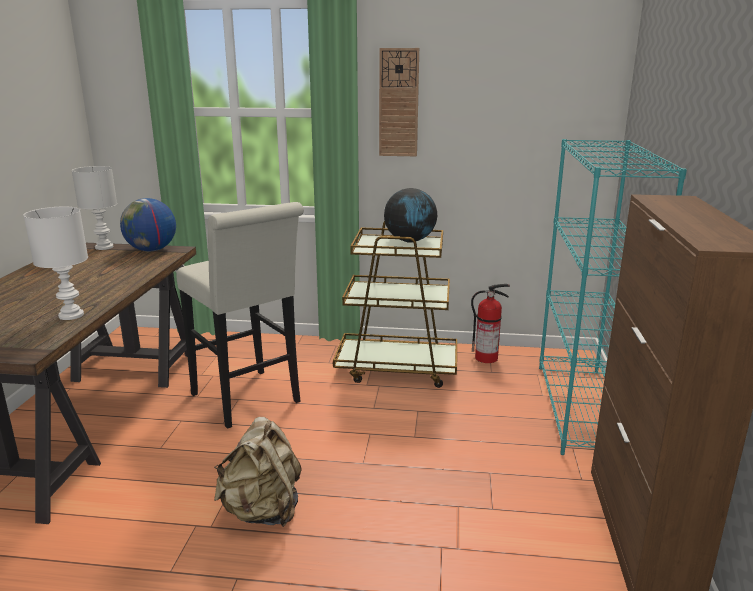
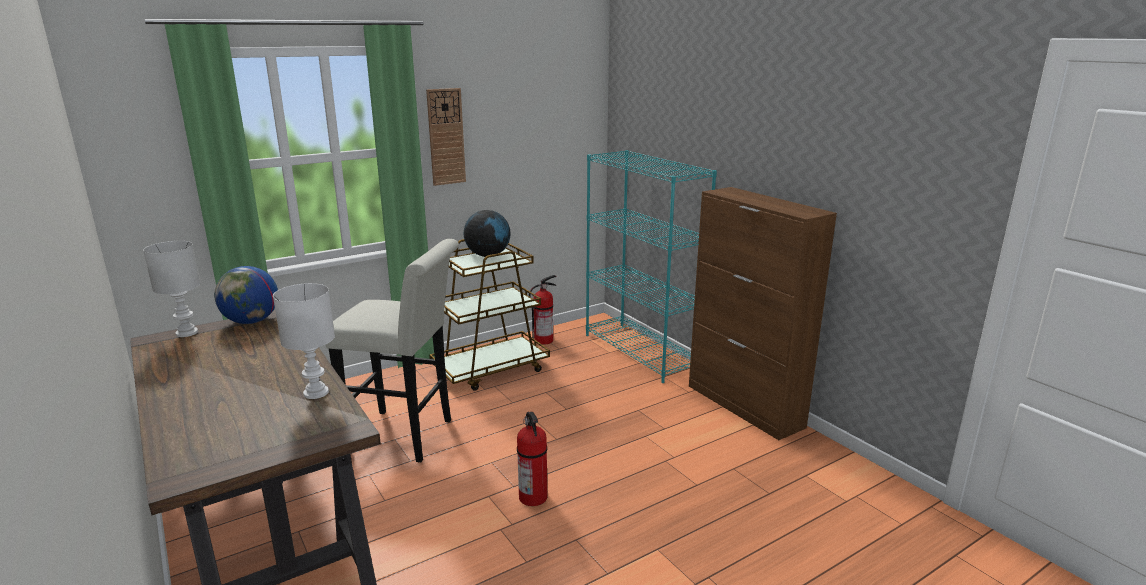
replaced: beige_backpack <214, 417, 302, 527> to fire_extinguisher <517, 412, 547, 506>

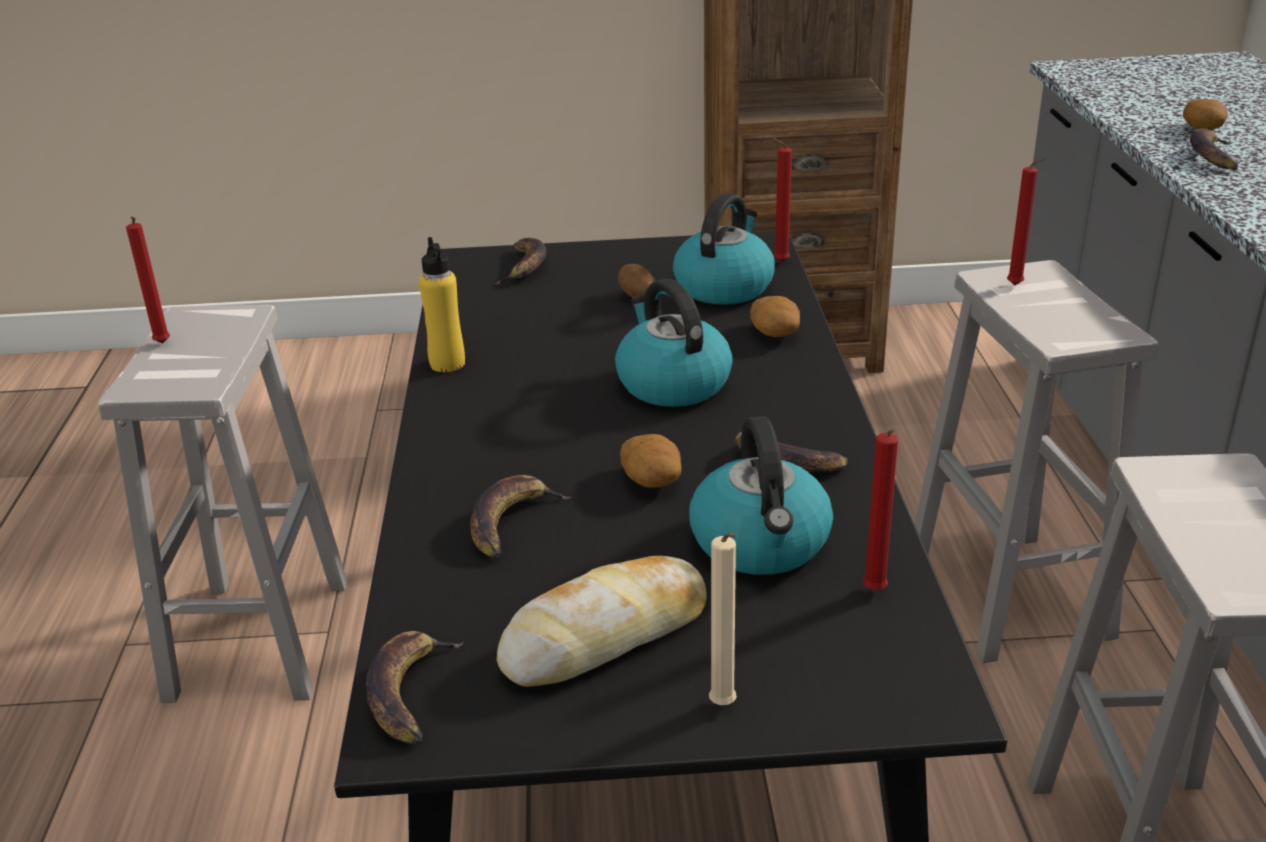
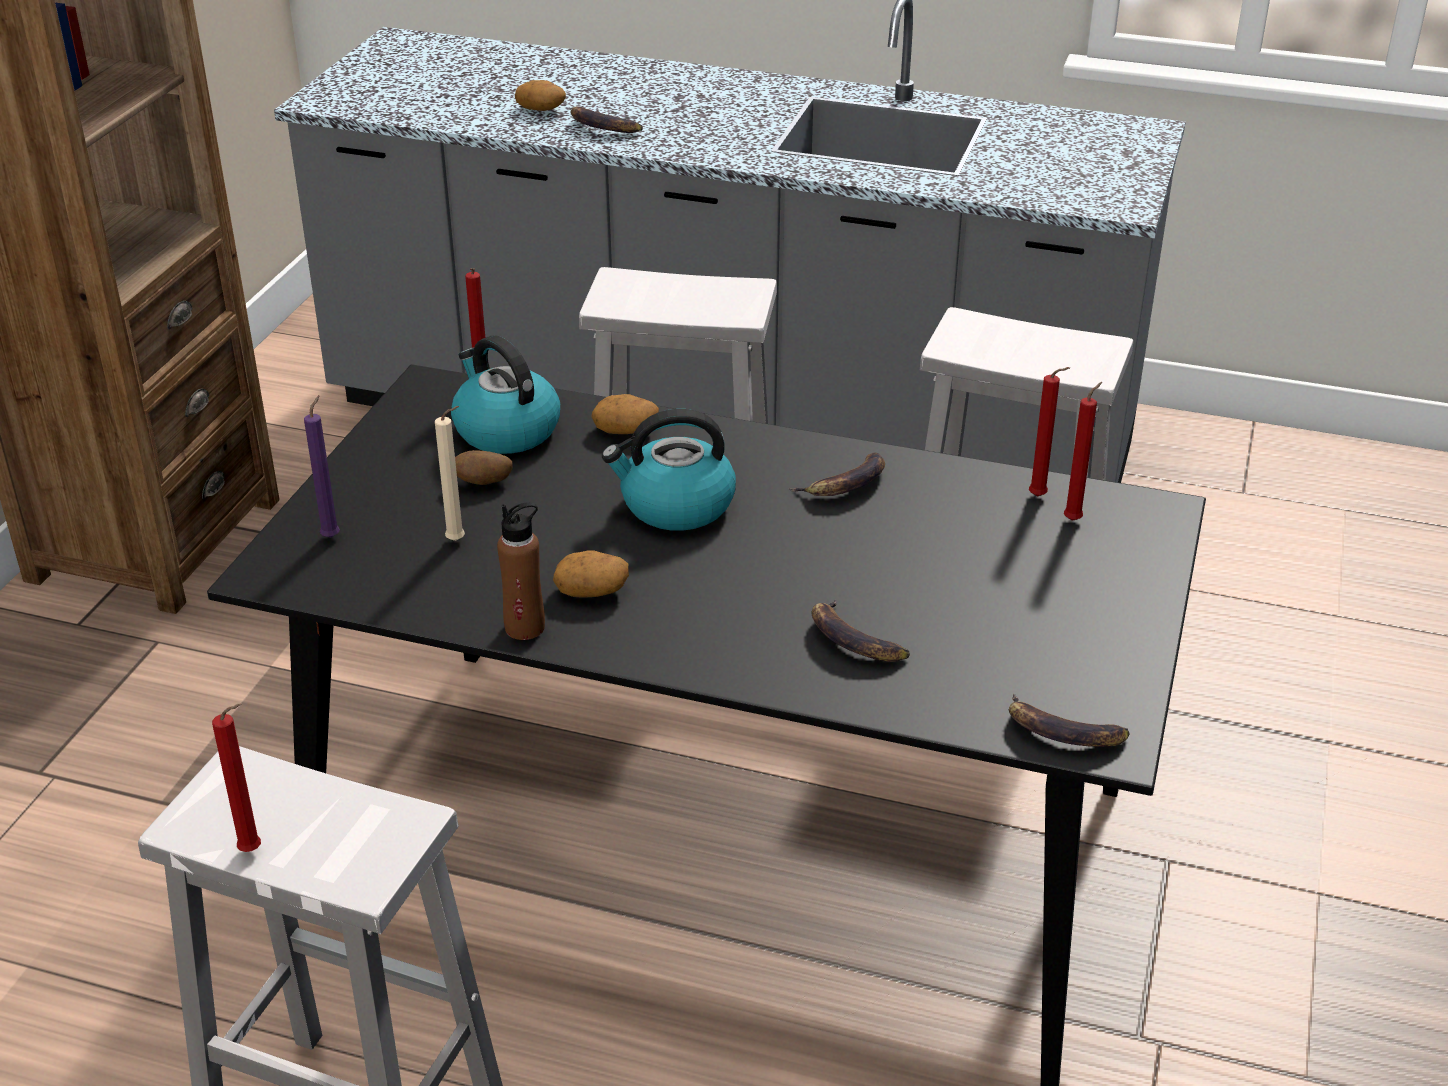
removed: bread <497, 556, 706, 687>; kettle <689, 416, 833, 575>
moved: beige_candle <709, 533, 737, 705> to <435, 406, 465, 541>; potato <620, 434, 682, 488> to <553, 551, 629, 597>; red_candle <1007, 158, 1047, 285> to <1064, 382, 1102, 521>
replaced: banana <493, 238, 547, 285> to purple_candle <304, 395, 340, 538>
recoloured: yellow_bottle <419, 237, 465, 372> to brown_bottle <497, 502, 545, 640>

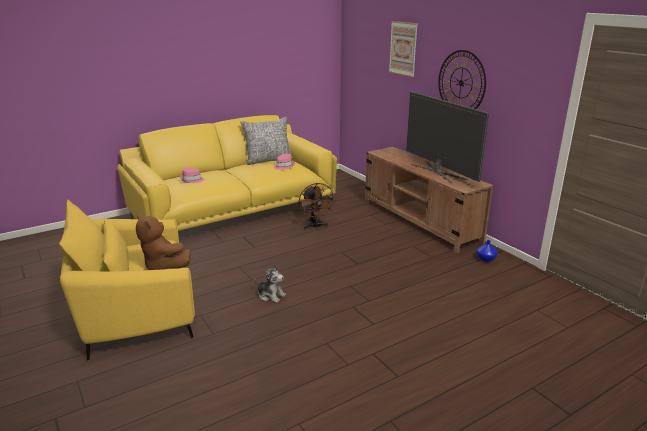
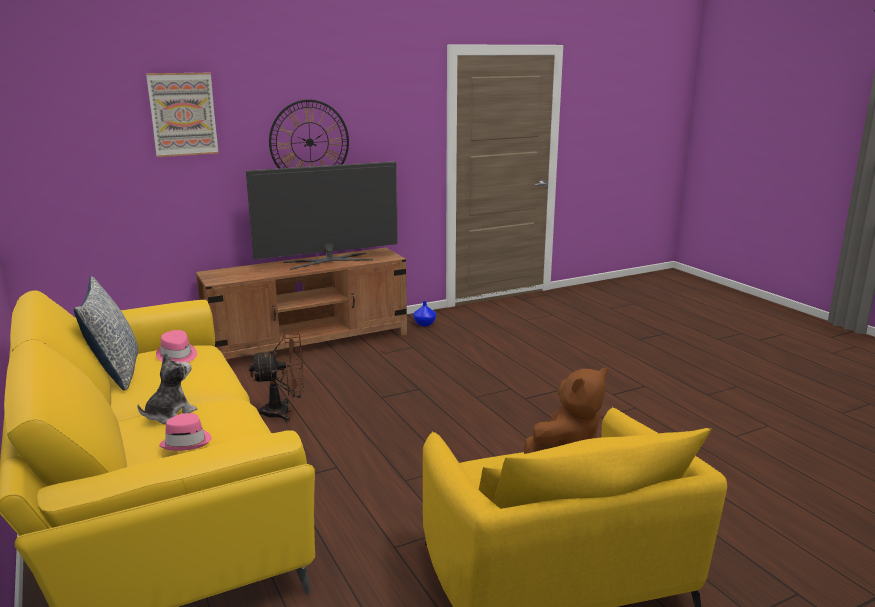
moved: plush_toy <254, 264, 286, 303> to <137, 353, 197, 424>

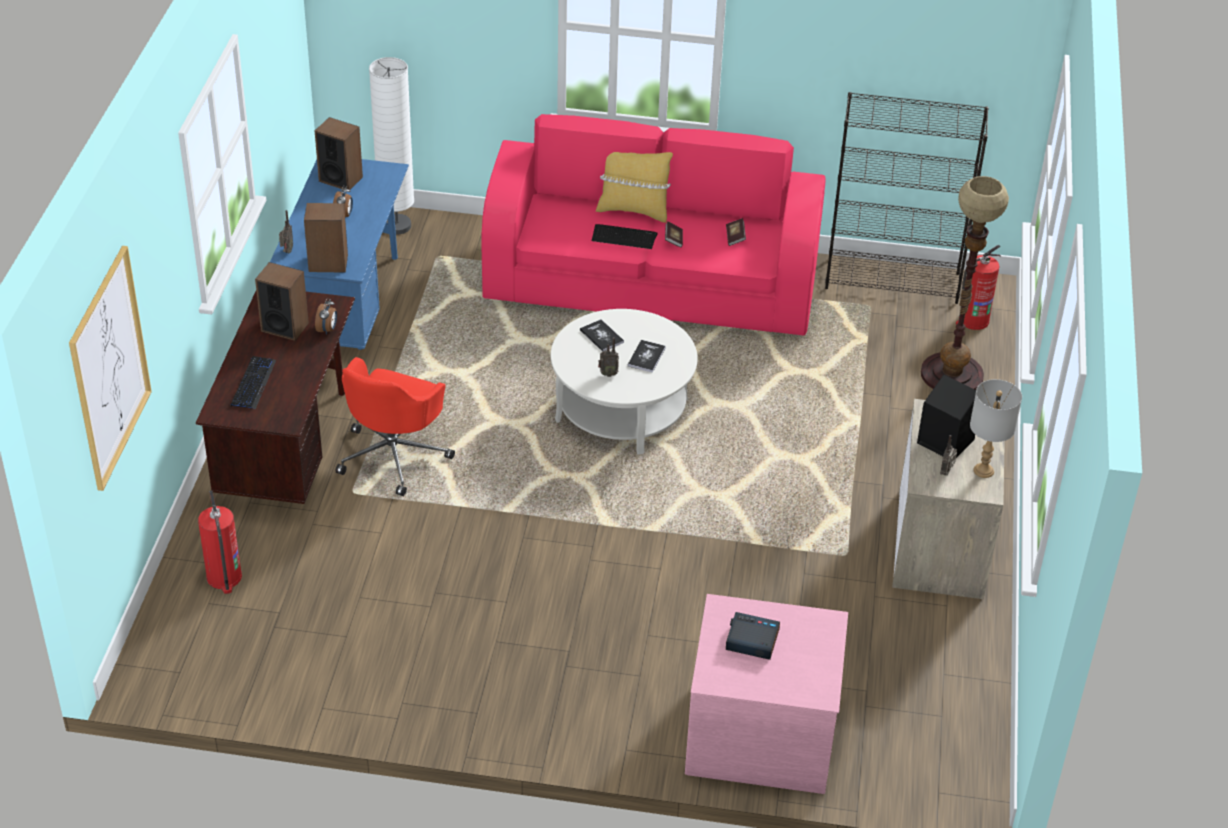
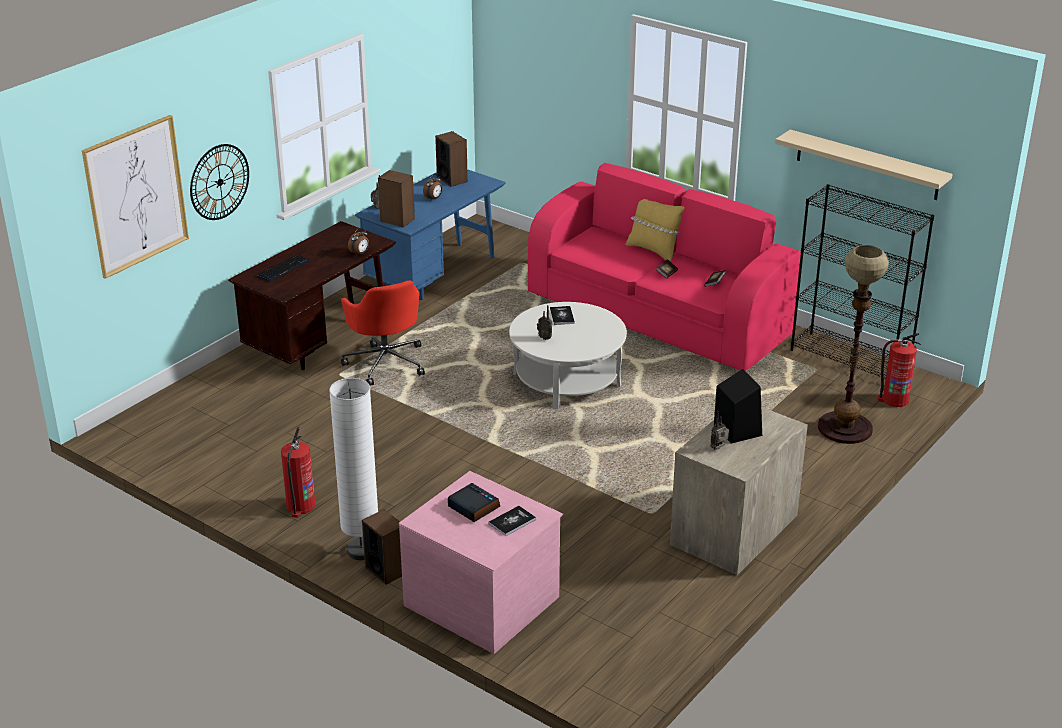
removed: keyboard <592, 224, 658, 249>; grey_table_lamp <970, 379, 1022, 478>
added: wall_clock <190, 144, 249, 220>; beige_shelf <775, 130, 953, 200>
moved: fire_extinguisher <198, 491, 242, 594> to <281, 427, 316, 518>; white_floor_lamp <369, 57, 414, 235> to <329, 378, 378, 560>; speaker <255, 262, 309, 341> to <362, 509, 402, 585>; book <628, 340, 666, 373> to <488, 506, 536, 536>
turned: red_office_chair <335, 357, 455, 496> = <341, 280, 425, 385> 75 degrees counterclockwise

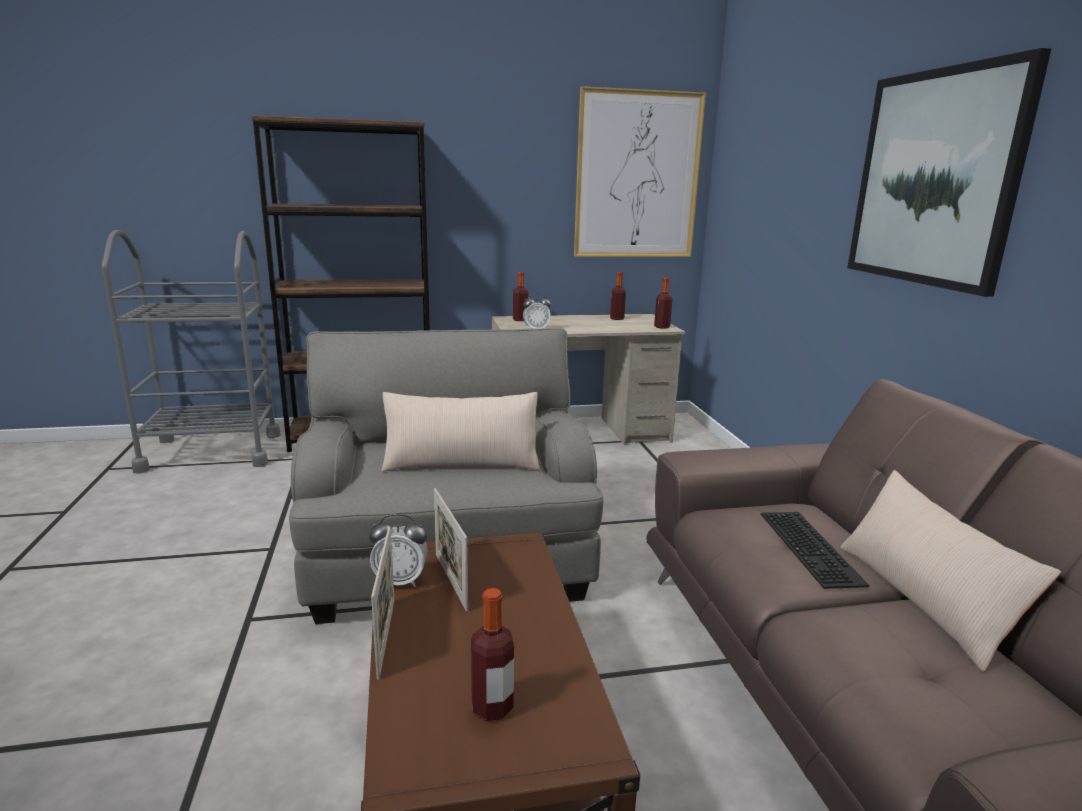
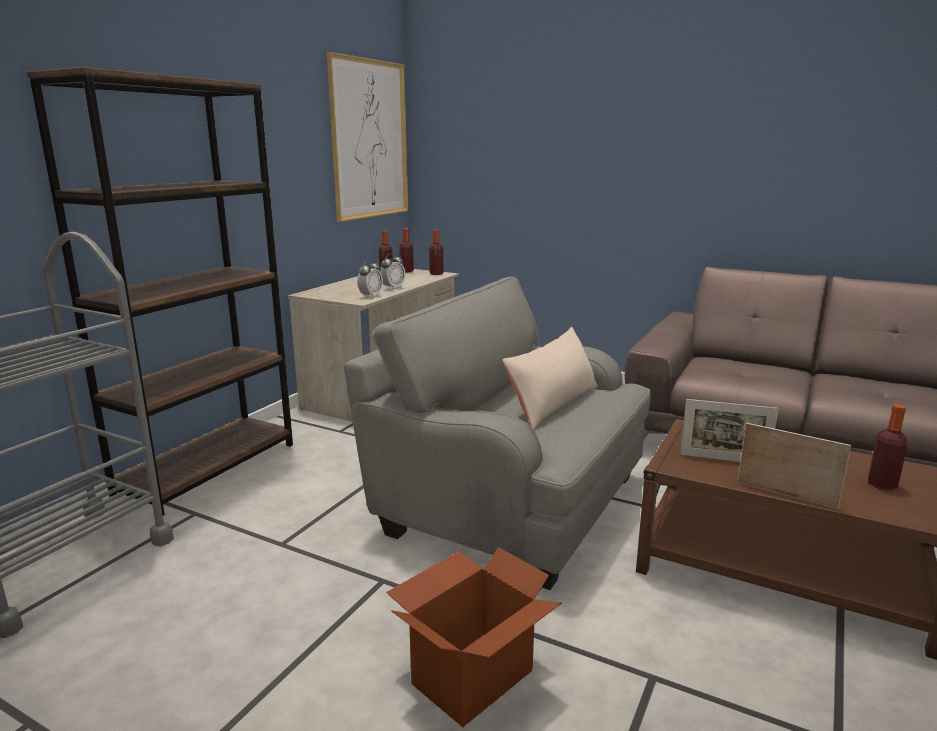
removed: keyboard <761, 512, 869, 589>; beige_pillow <840, 470, 1061, 672>; picture <847, 48, 1051, 297>
added: cardboard_box <386, 547, 562, 727>
moved: alarm_clock <369, 514, 428, 587> to <380, 253, 406, 289>; bottle <513, 272, 528, 321> to <399, 228, 414, 272>

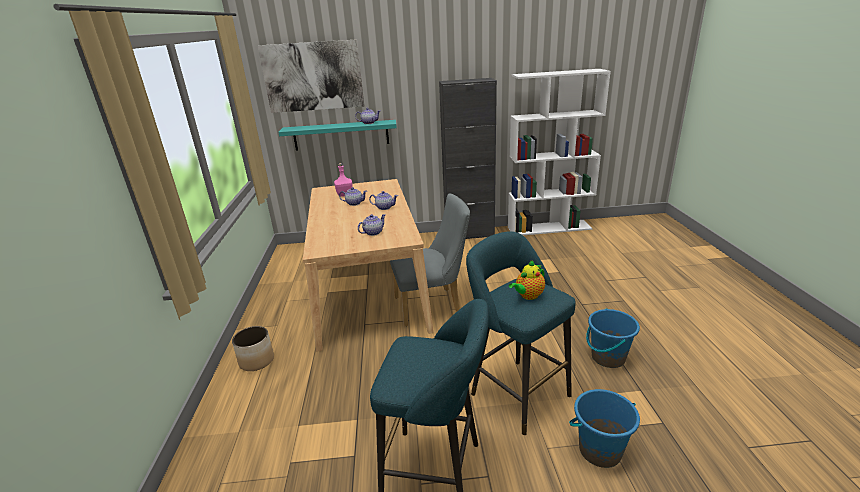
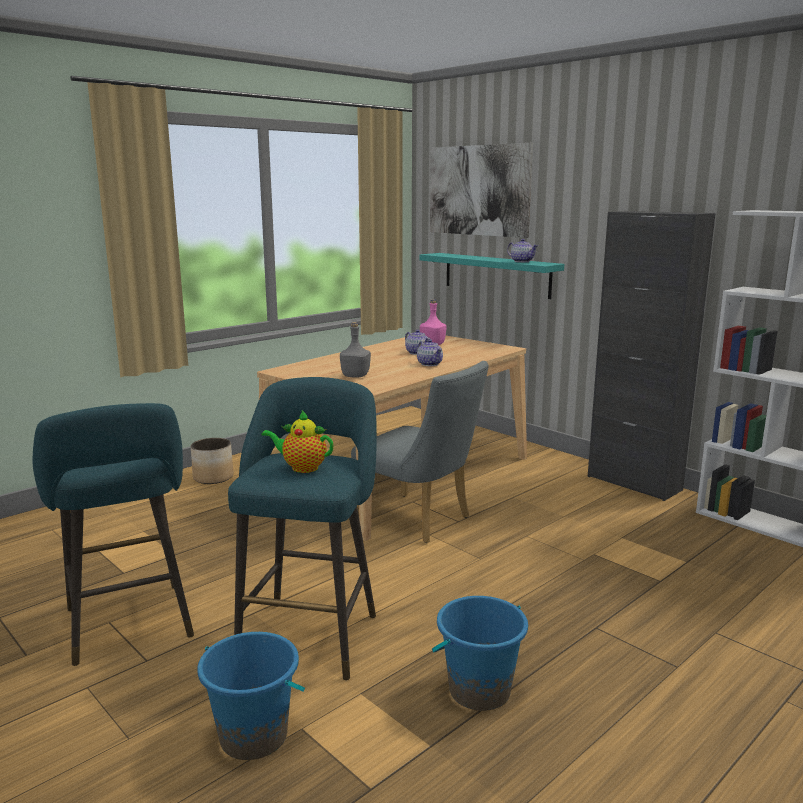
replaced: teapot <358, 214, 386, 236> to grey_bottle <340, 322, 371, 377>

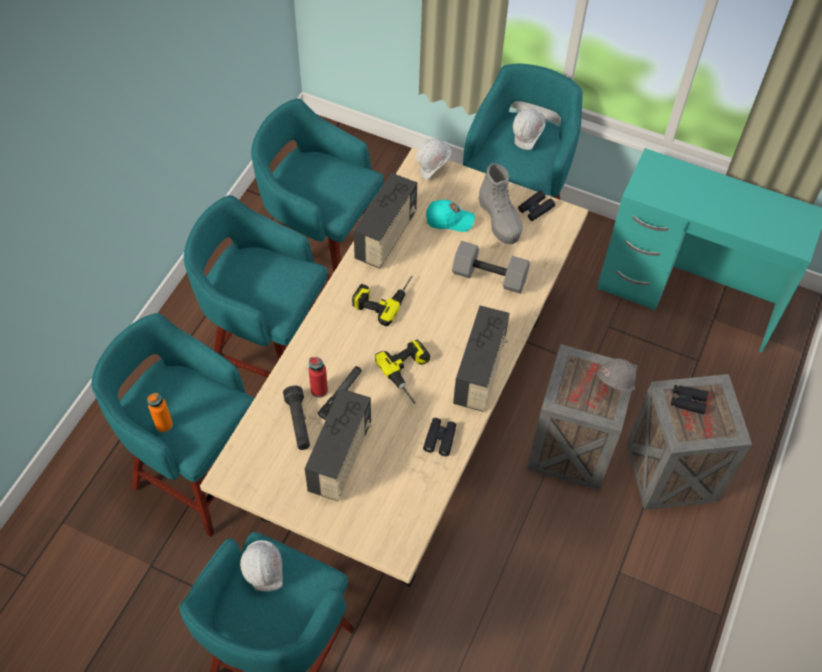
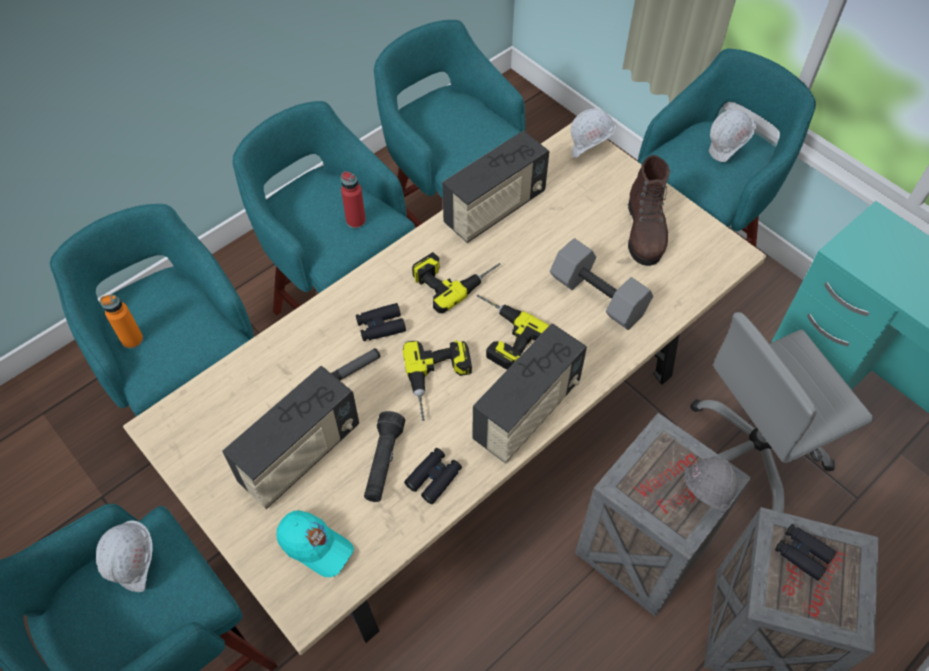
added: power_drill <477, 295, 549, 370>; grey_office_chair <690, 312, 874, 513>
moved: turquoise_cap <426, 200, 475, 232> to <277, 510, 354, 577>; red_bottle <309, 357, 328, 398> to <341, 171, 366, 229>; black_binoculars <518, 191, 555, 221> to <356, 303, 406, 341>; black_flashlight <283, 386, 310, 450> to <364, 411, 405, 502>
recoloured: grey_boot <479, 163, 523, 244> to brown_boot <628, 155, 670, 266>

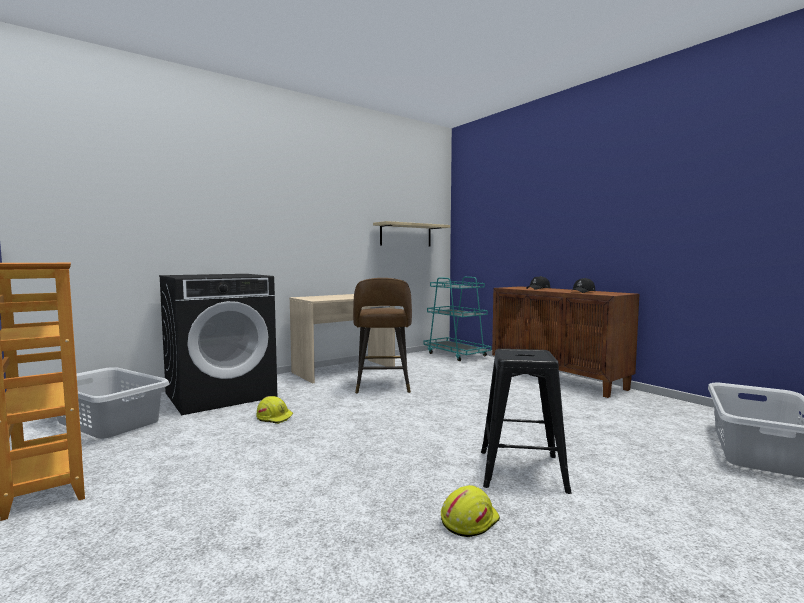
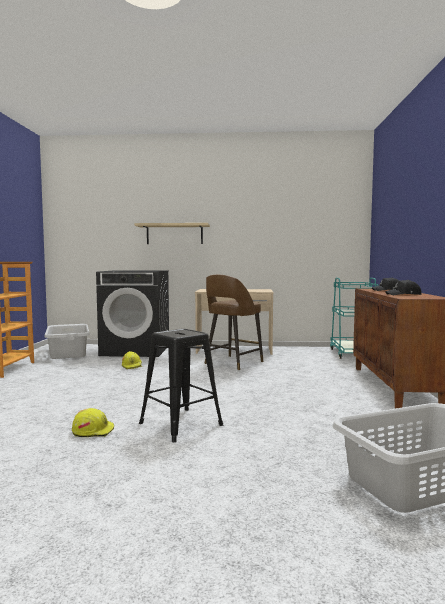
moved: beige_shelf <373, 221, 450, 247> to <135, 223, 210, 244>

